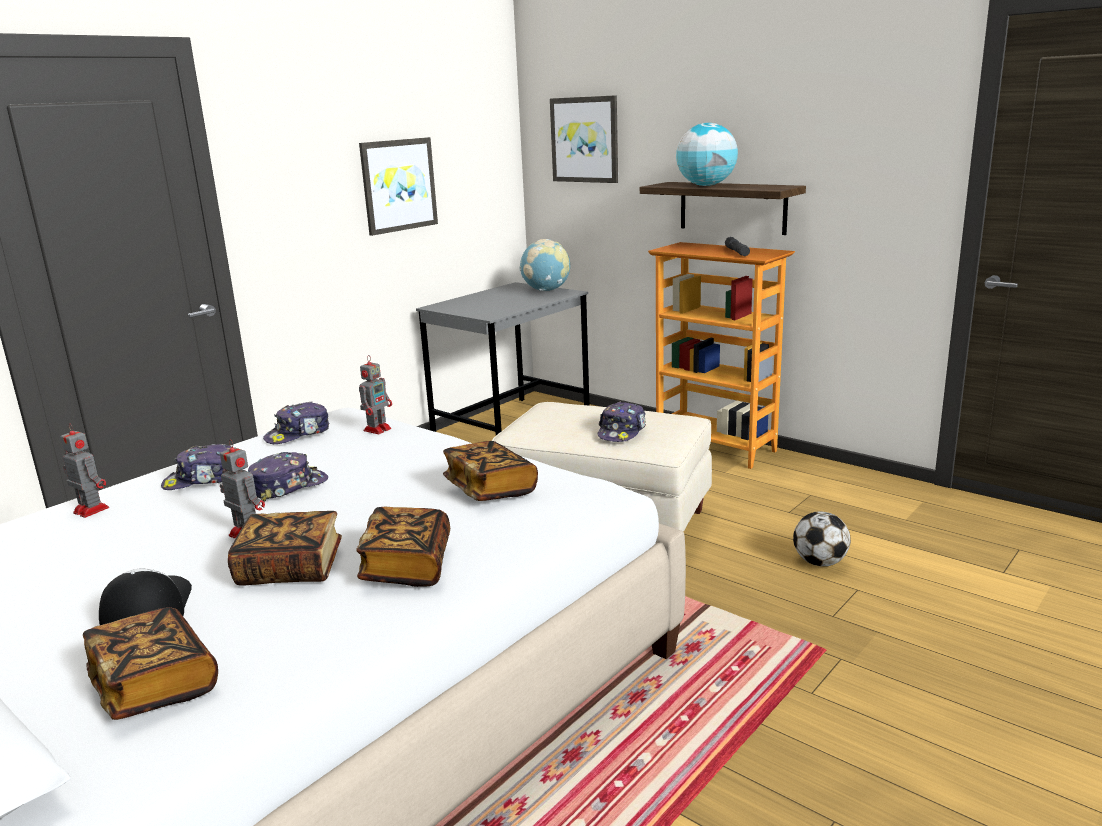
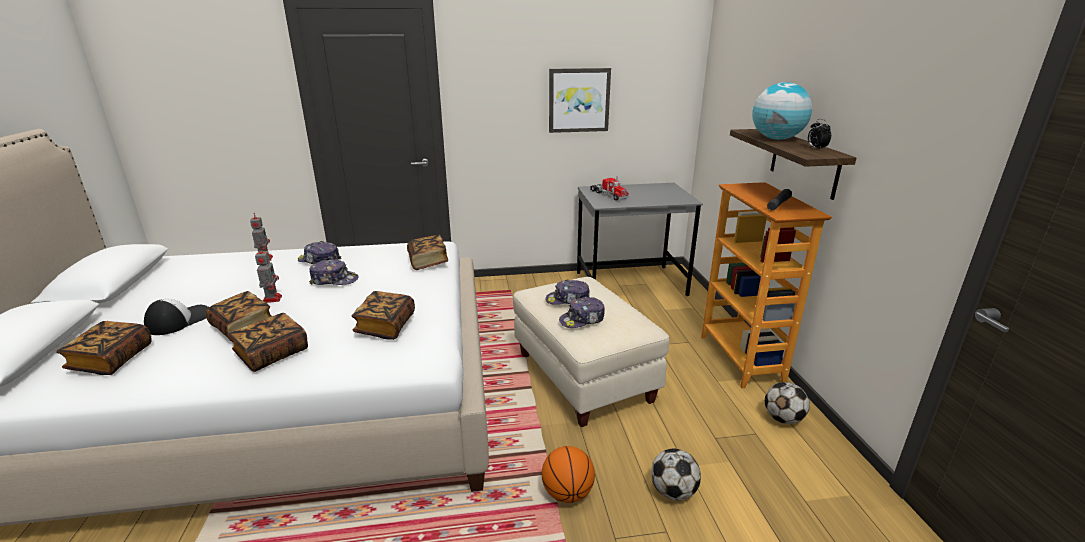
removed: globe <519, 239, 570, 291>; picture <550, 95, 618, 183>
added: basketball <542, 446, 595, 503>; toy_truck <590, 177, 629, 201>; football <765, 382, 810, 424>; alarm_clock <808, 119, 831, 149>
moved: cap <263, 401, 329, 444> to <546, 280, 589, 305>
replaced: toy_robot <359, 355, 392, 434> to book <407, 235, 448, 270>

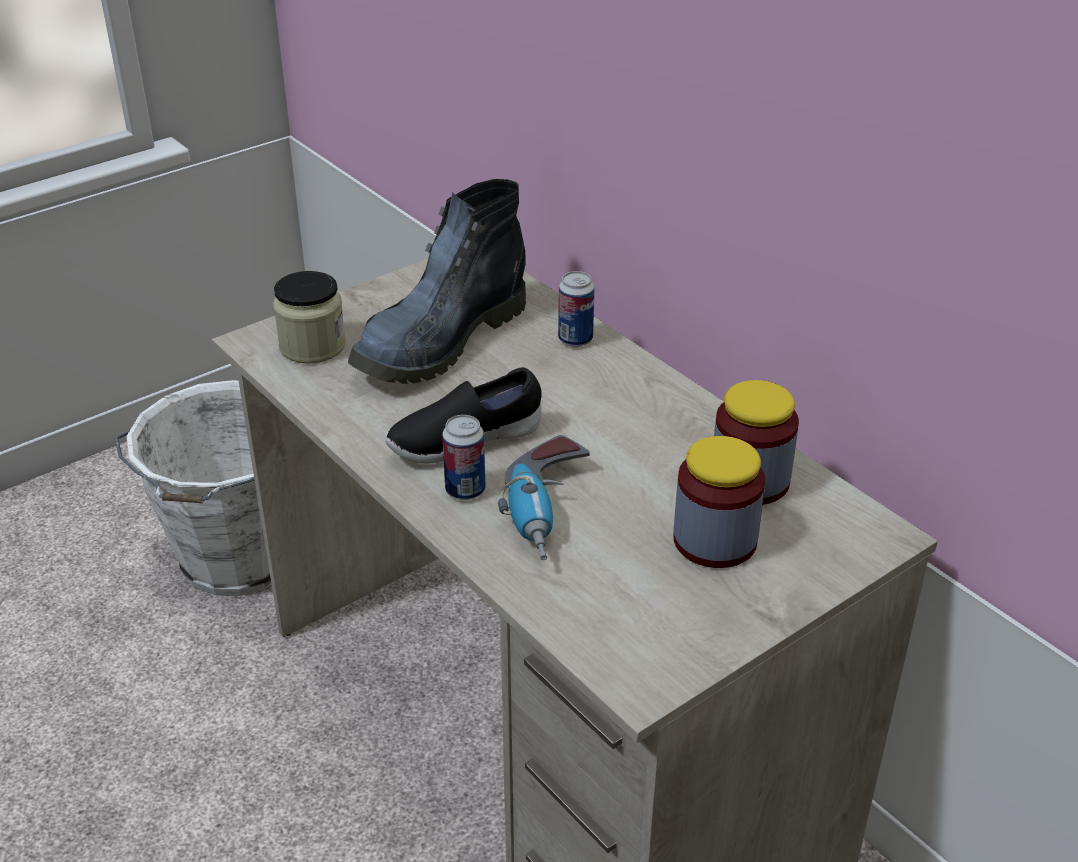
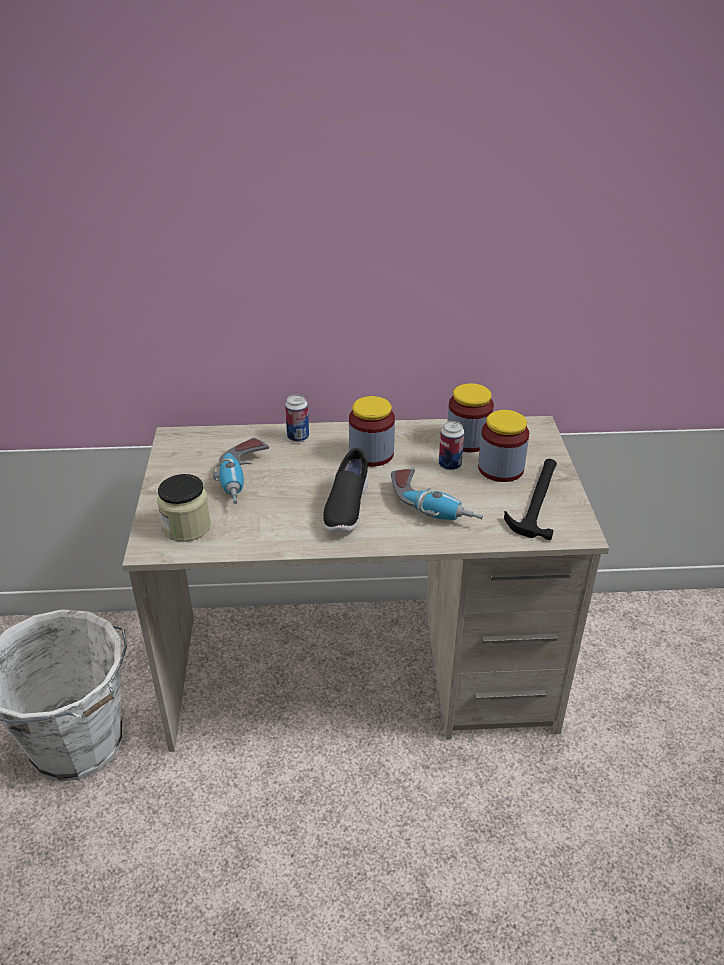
added: jar <349, 396, 395, 467>; hammer <504, 459, 557, 540>
moved: can <442, 415, 486, 500> to <439, 421, 464, 470>
replaced: boot <348, 179, 526, 384> to power_drill <213, 438, 269, 504>

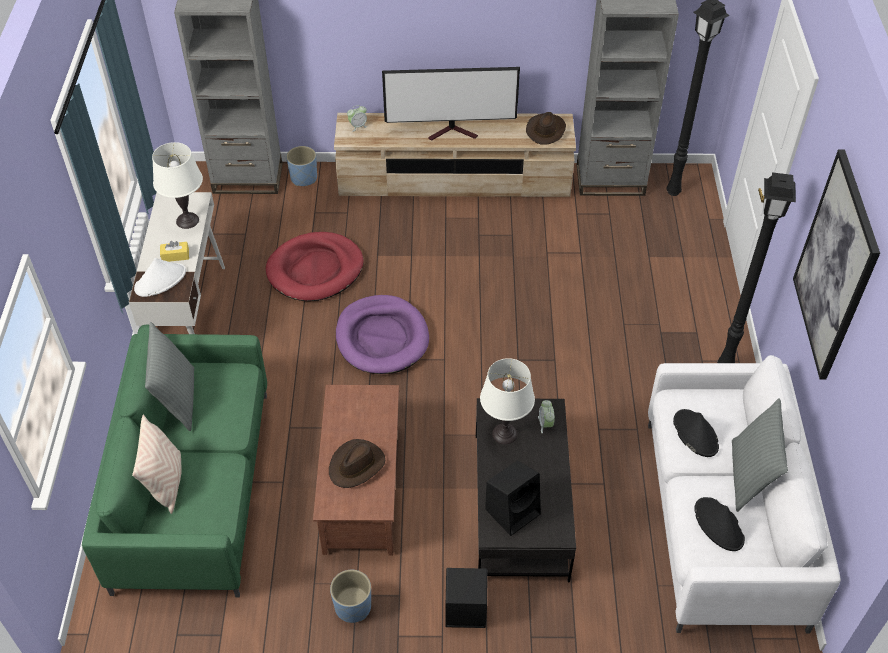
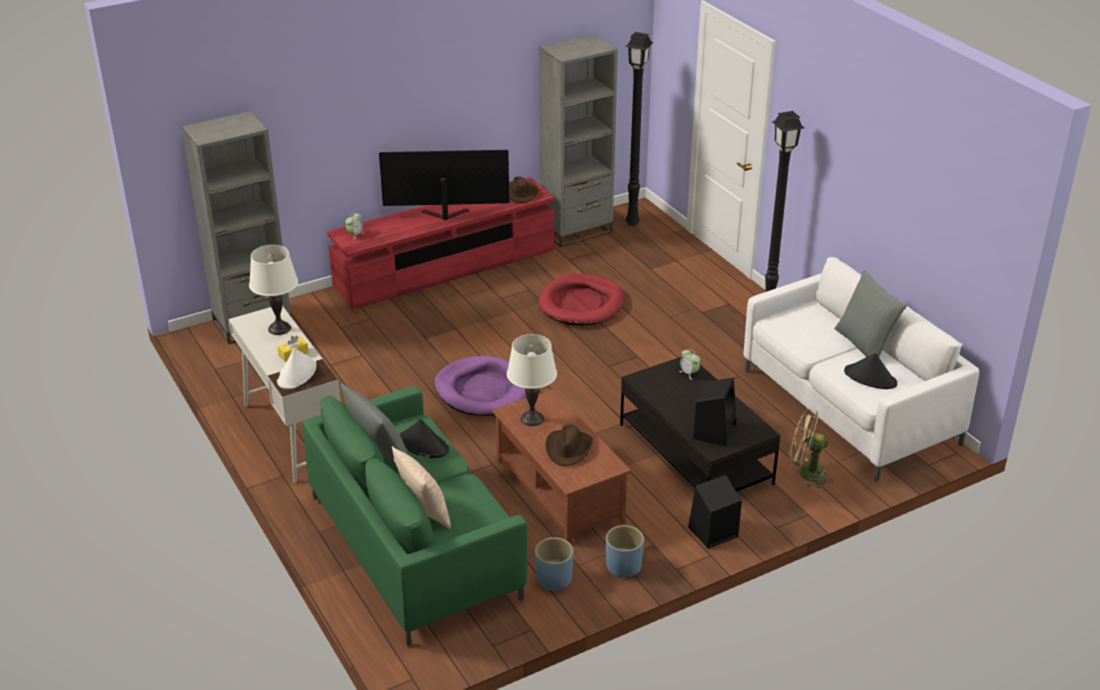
removed: picture <793, 150, 880, 380>
added: green_fan <788, 409, 832, 488>
moved: black_hat <673, 409, 719, 457> to <400, 419, 449, 458>; white_table_lamp <480, 358, 535, 444> to <507, 334, 557, 426>; blue_planter <286, 146, 317, 186> to <535, 537, 574, 592>; red_dog_bed <266, 232, 364, 301> to <539, 274, 624, 326>
recoloured: beige_tv_stand <334, 113, 576, 197> to red_tv_stand <327, 177, 554, 309>
turned: television <382, 67, 520, 141> = <379, 150, 509, 220> 150 degrees counterclockwise

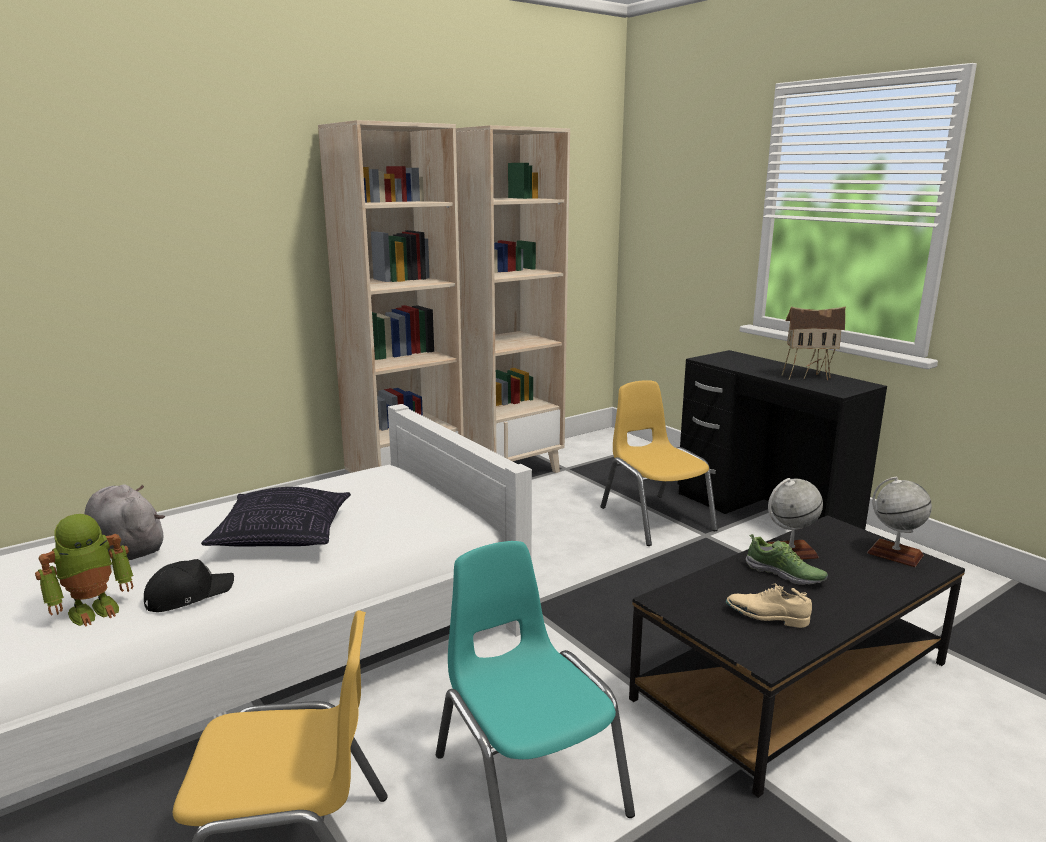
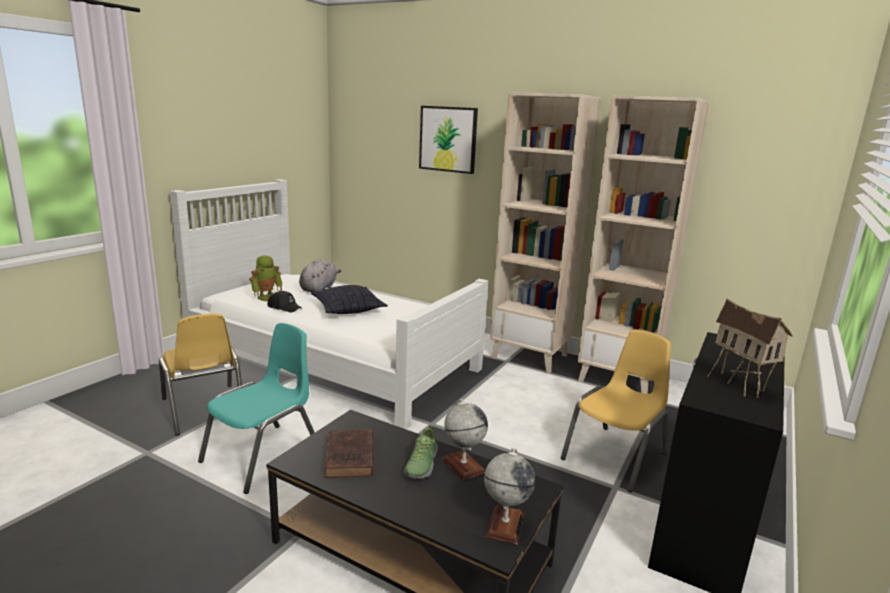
added: picture <419, 106, 478, 174>
replaced: beige_shoe <726, 584, 812, 628> to brown_book <324, 429, 374, 478>
turned: toy_robot <35, 514, 134, 627> = <249, 255, 282, 301> 75 degrees counterclockwise

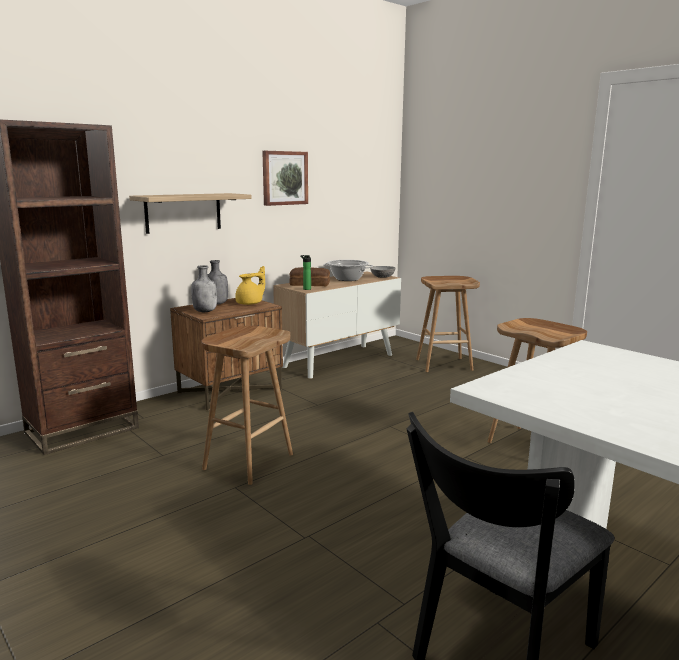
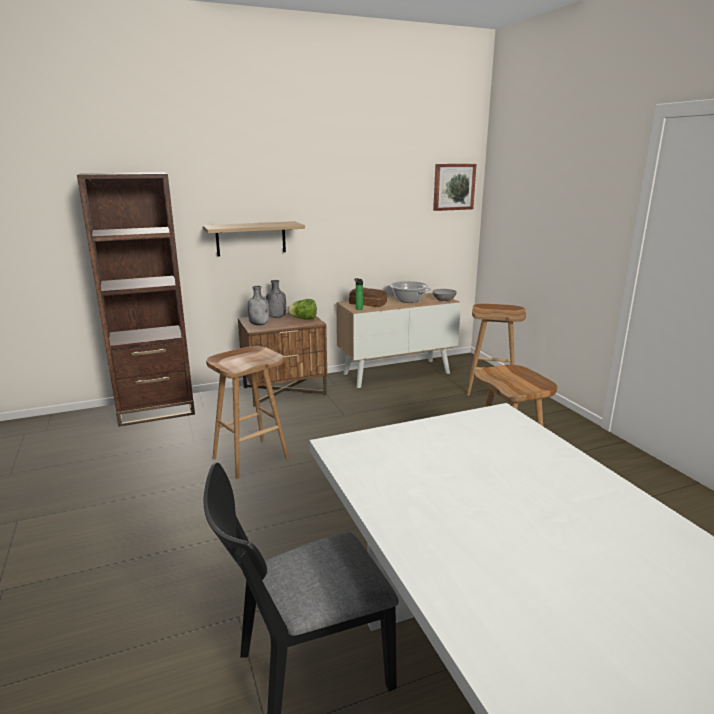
moved: picture <262, 151, 308, 206> to <433, 164, 477, 211>
replaced: yellow_teapot <235, 266, 265, 305> to lettuce <287, 299, 317, 320>

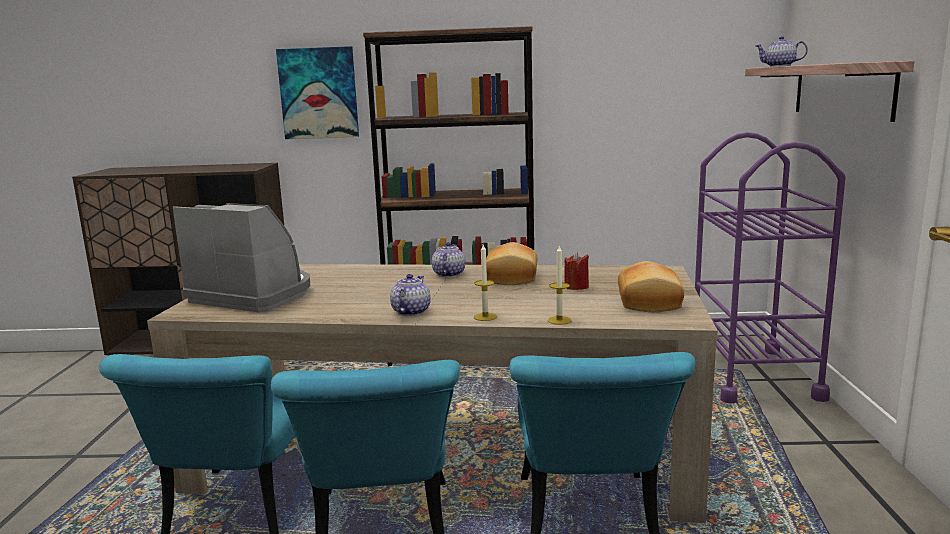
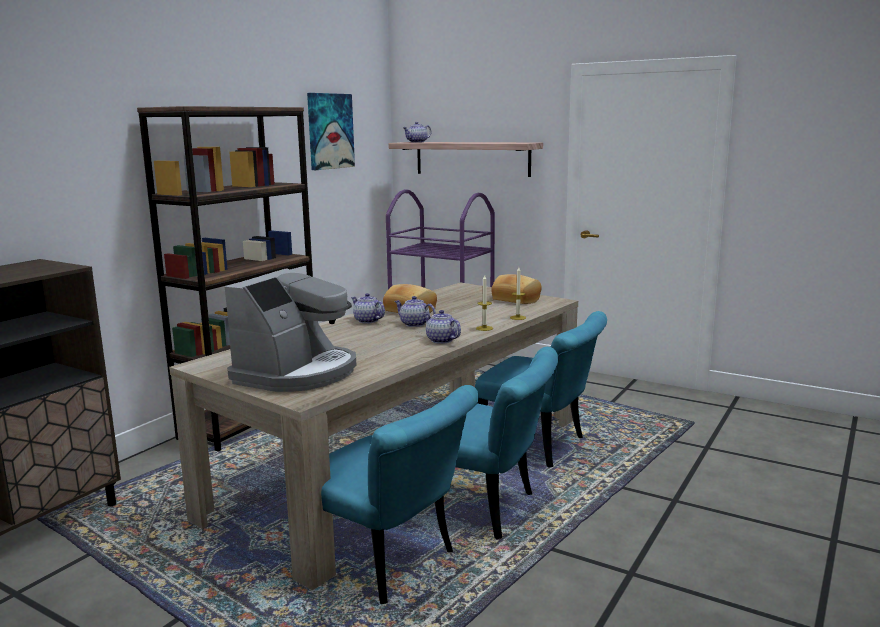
removed: red_candle <564, 252, 589, 290>
added: teapot <394, 296, 436, 327>
moved: picture <276, 46, 359, 139> to <307, 93, 355, 170>
turned: coffee_machine <173, 203, 310, 312> = <225, 268, 357, 392> 150 degrees clockwise

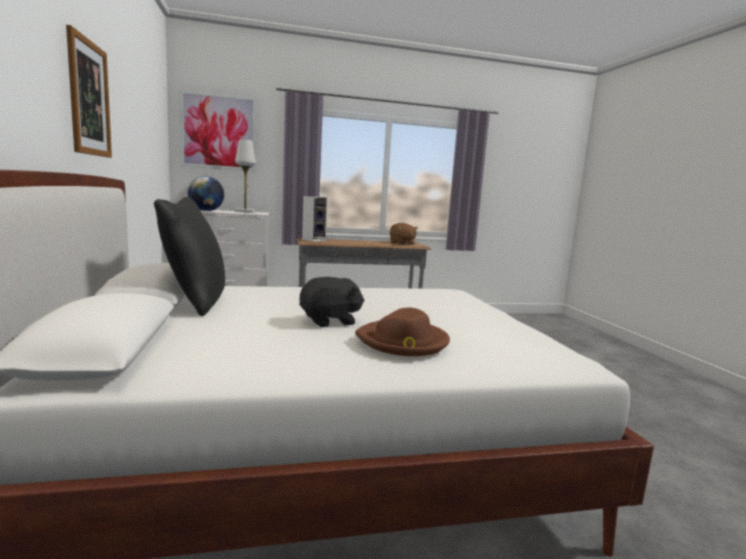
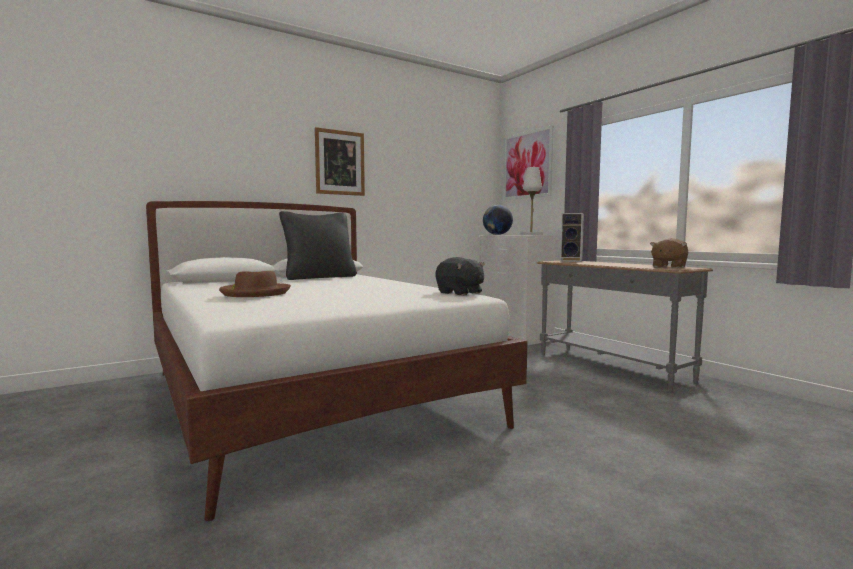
moved: black_plush_toy <299, 277, 364, 327> to <435, 257, 484, 296>

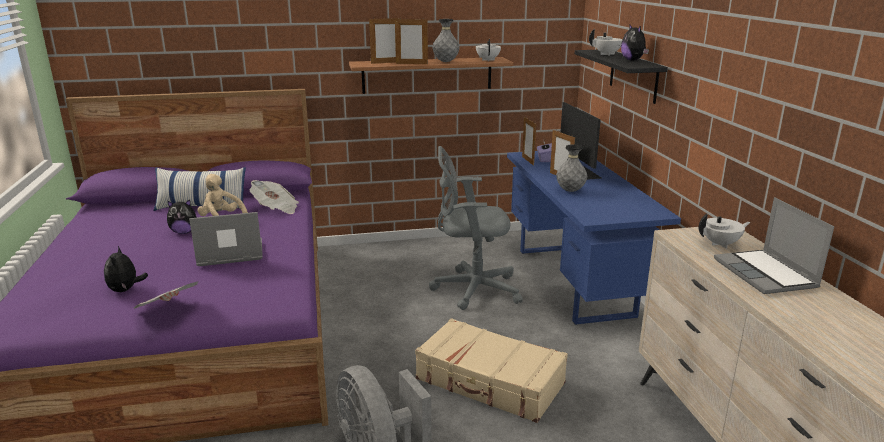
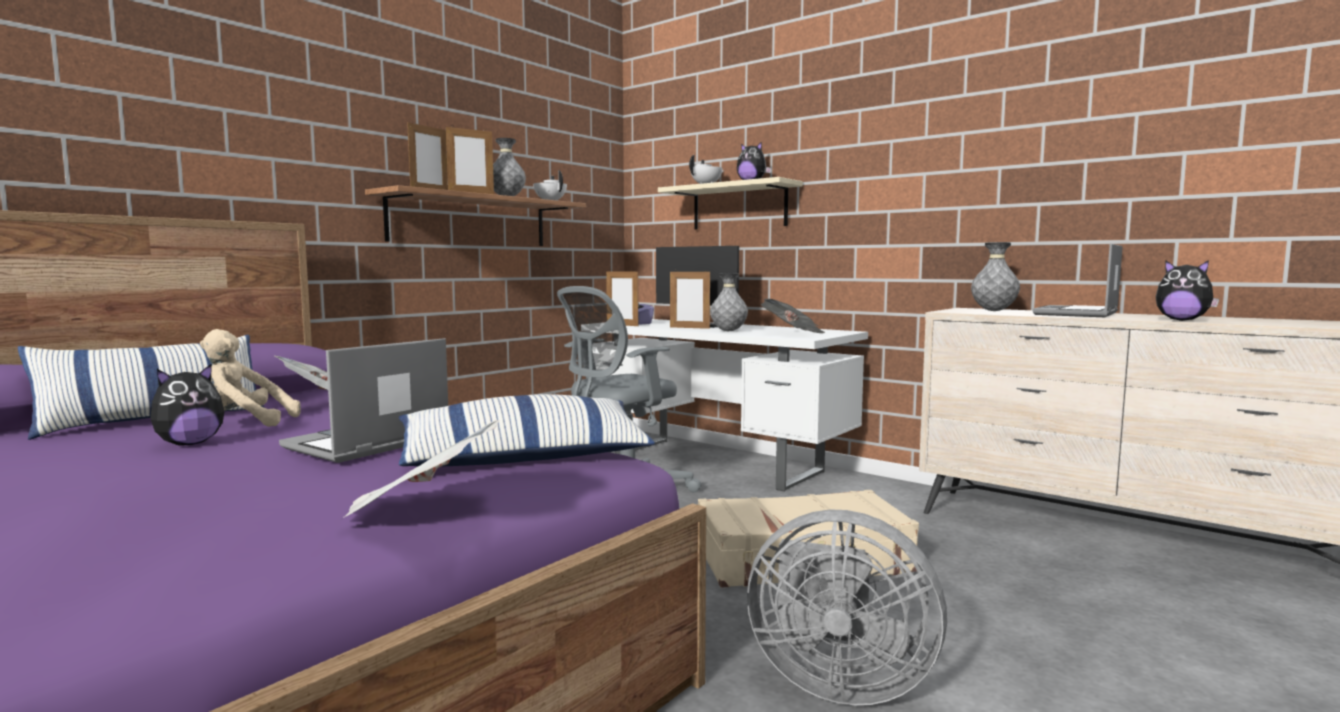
added: pillow <399, 394, 655, 466>; newspaper <761, 299, 825, 333>
moved: plush_toy <104, 246, 148, 292> to <1155, 260, 1219, 321>
replaced: white_teapot <699, 213, 751, 249> to grey_vase <971, 242, 1020, 311>
recoloured: blue_desk <507, 151, 681, 325> to white_desk <591, 319, 868, 492>; black_shelf <575, 50, 668, 104> to beige_shelf <658, 177, 803, 230>
turned: laptop <714, 197, 834, 294> = <1033, 244, 1123, 317> 90 degrees clockwise

